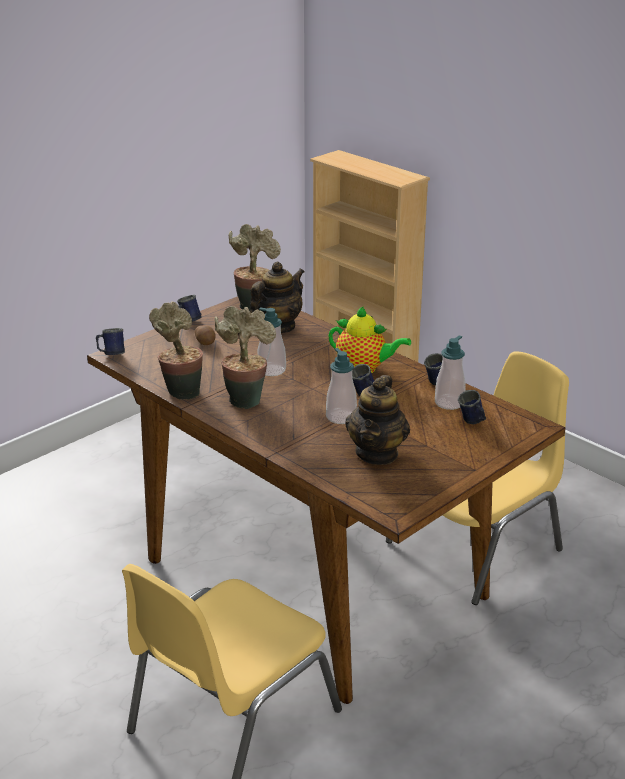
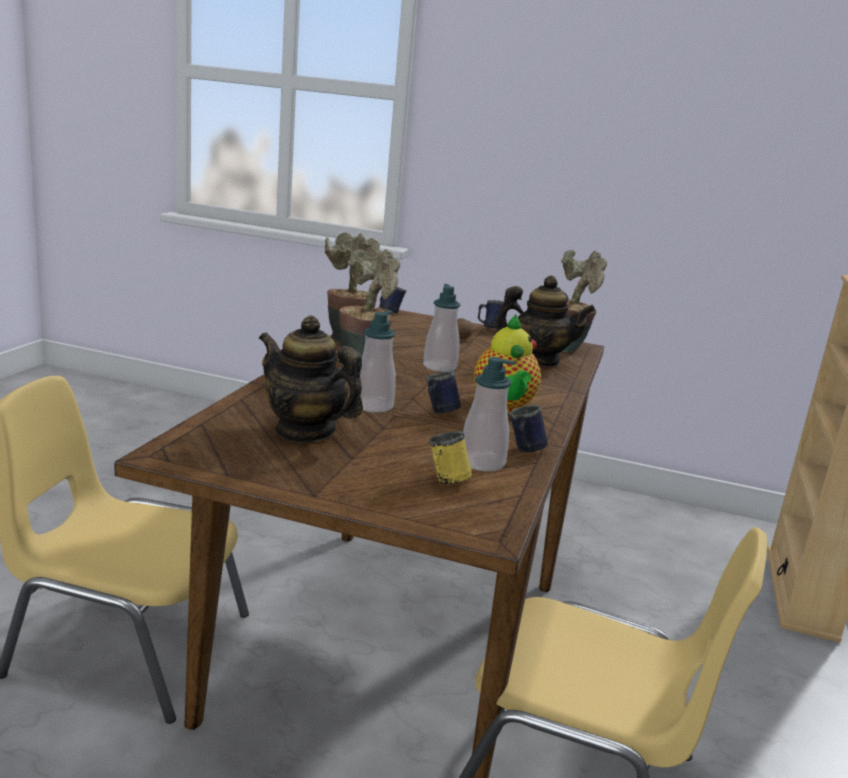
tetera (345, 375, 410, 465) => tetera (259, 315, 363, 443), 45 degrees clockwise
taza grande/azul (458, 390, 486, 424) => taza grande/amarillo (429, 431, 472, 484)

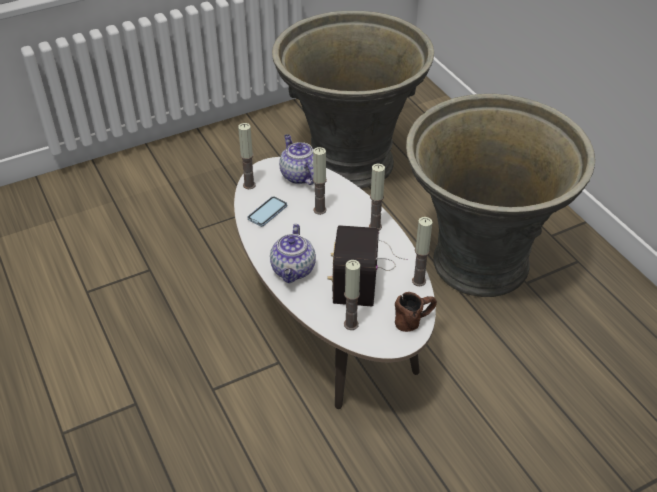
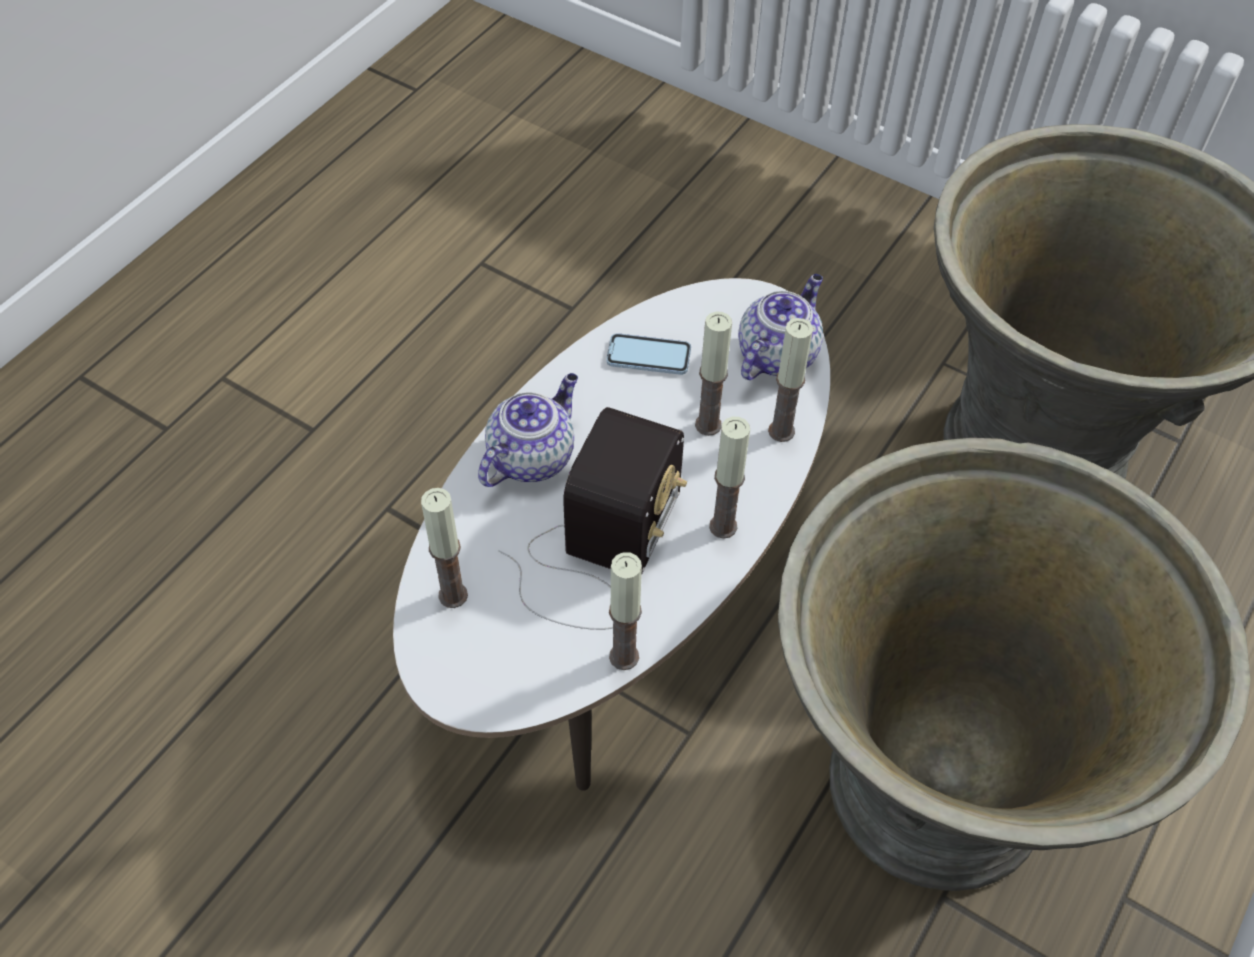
vela (238, 123, 256, 189) => vela (768, 318, 813, 442), moved
tetera (270, 224, 316, 283) => tetera (478, 373, 578, 487), 150 degrees clockwise
radio (327, 225, 408, 306) => radio (498, 407, 687, 630), 135 degrees clockwise
taza grande/marrón (395, 292, 437, 332) => nothing

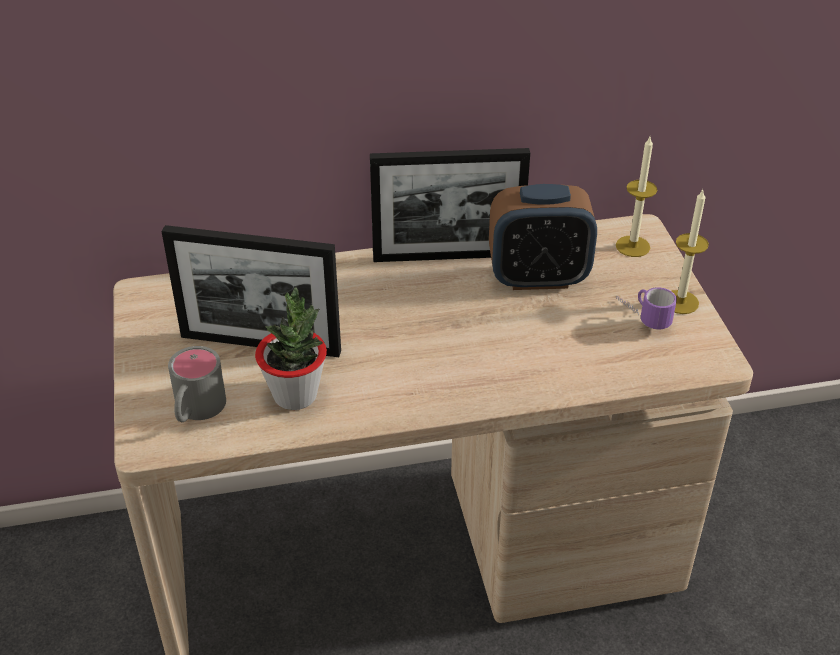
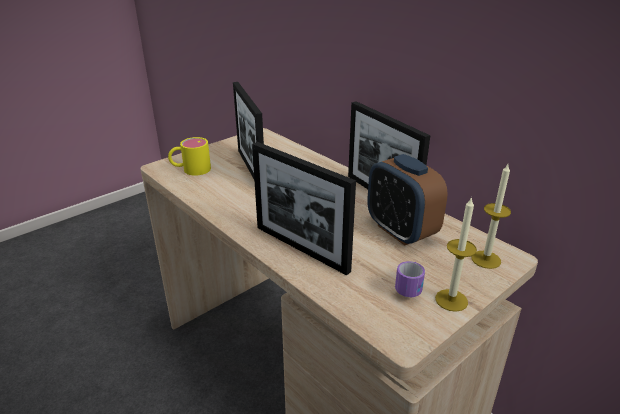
planta en maceta (255, 287, 327, 410) => nothing
taza grande/gris (168, 346, 226, 422) => taza grande/amarillo (168, 137, 211, 176)
nothing => portarretratos (252, 142, 356, 275)

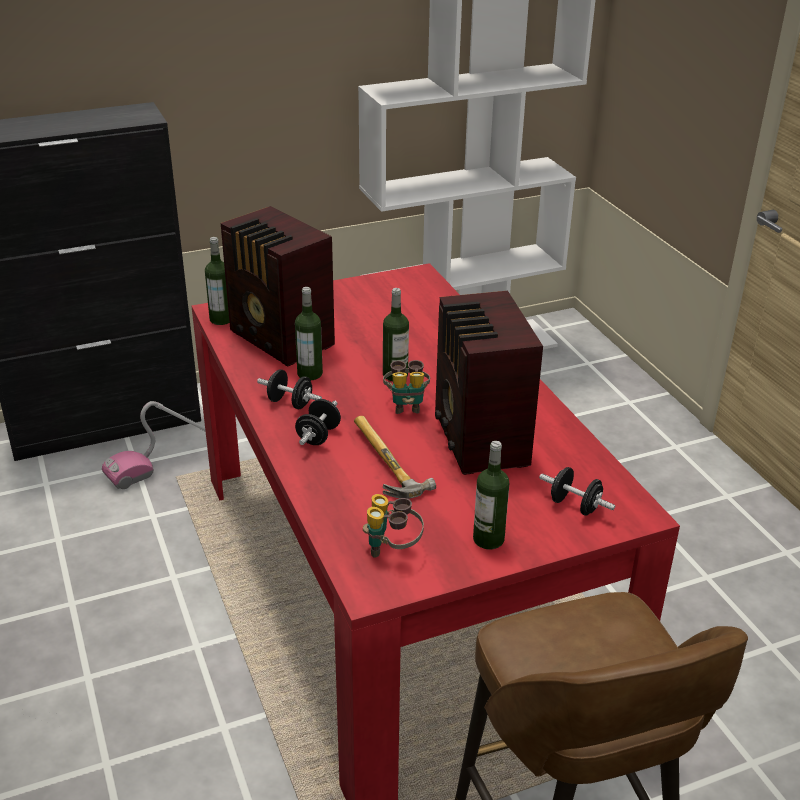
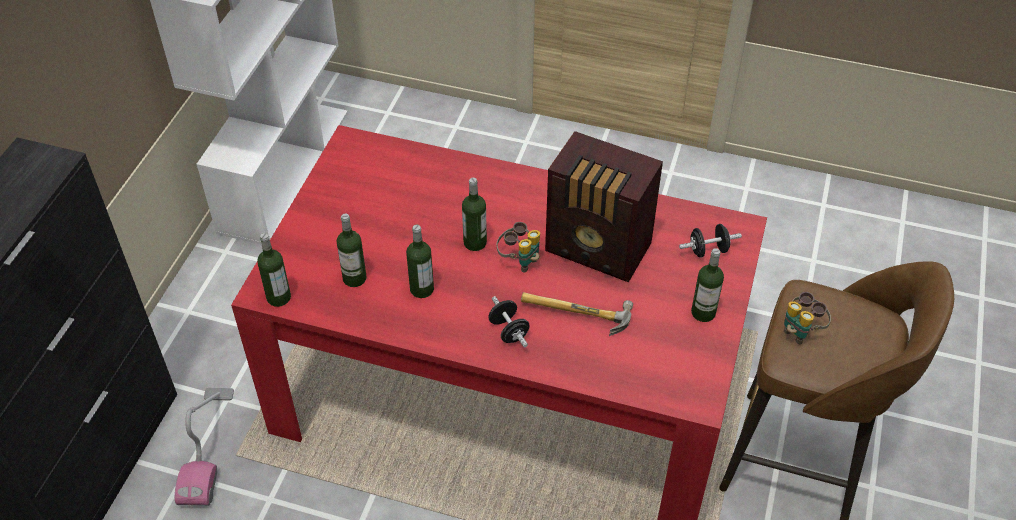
radio (220, 206, 335, 367) => botella (336, 214, 367, 287)
mancuerna/negro (257, 370, 322, 409) => nothing
prismáticos (363, 494, 424, 558) => prismáticos (784, 292, 831, 344), moved

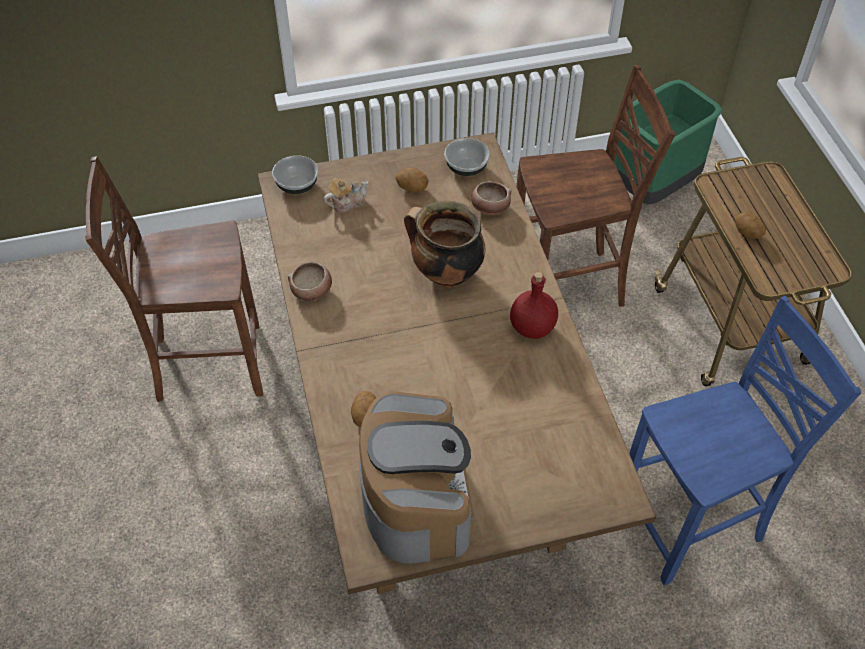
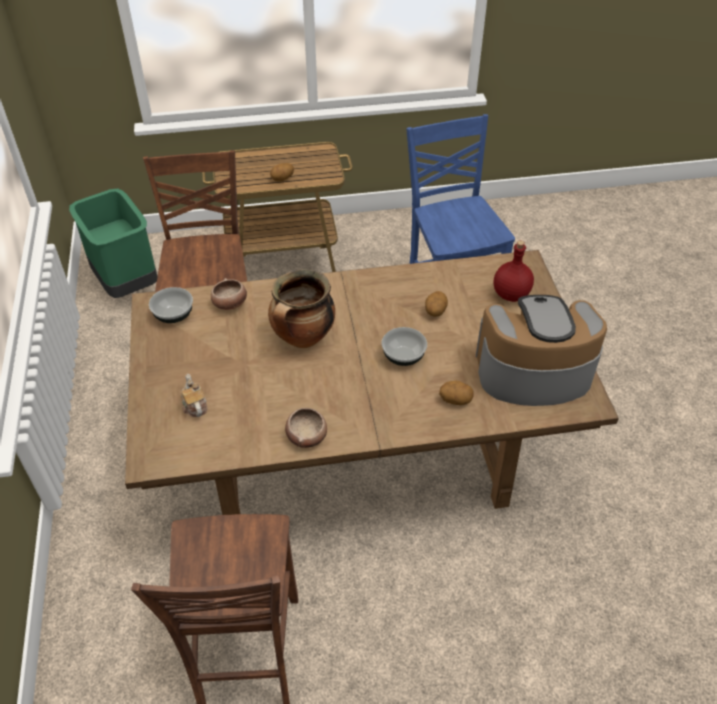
cuenco (272, 155, 318, 194) => cuenco (381, 327, 427, 366), moved
patata (395, 168, 428, 192) => patata (425, 291, 448, 317), moved
botella/rojo (510, 272, 558, 339) => botella/rojo (493, 240, 534, 302), moved

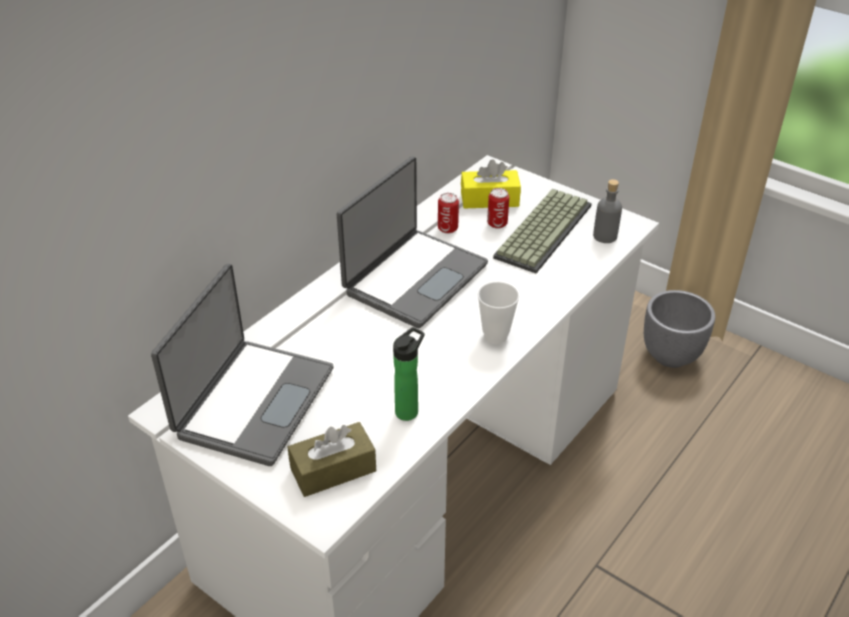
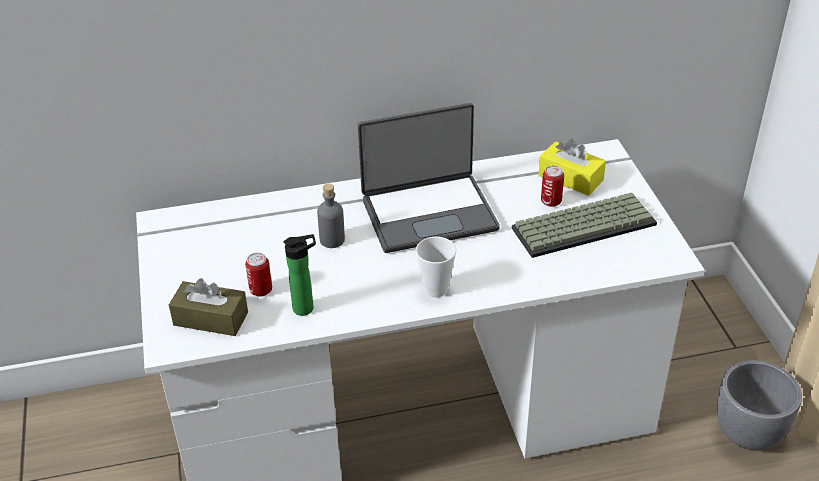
botella/gris (593, 179, 622, 243) => botella/gris (317, 184, 345, 248), moved
lata (438, 193, 459, 234) => lata (245, 253, 272, 297), moved
portátil (151, 264, 333, 466) => nothing

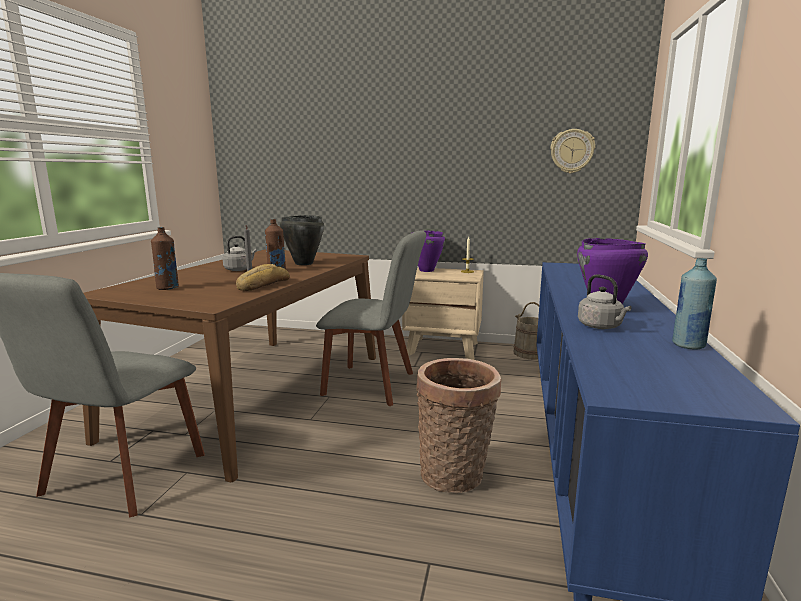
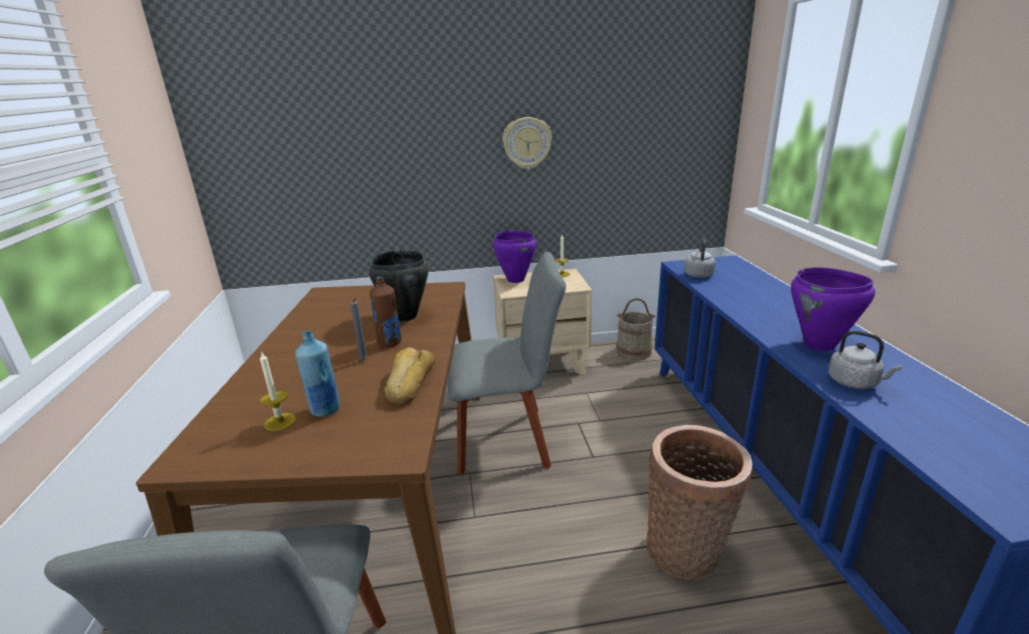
reloj de pared (550, 129, 596, 174) => reloj de pared (503, 117, 552, 170), moved
botella/marrón (151, 227, 179, 290) => vela (260, 351, 296, 431)
hervidor/gris (222, 236, 257, 271) => hervidor/gris (684, 239, 716, 278), moved
botella/azul (672, 258, 717, 350) => botella/azul (295, 331, 340, 417), moved

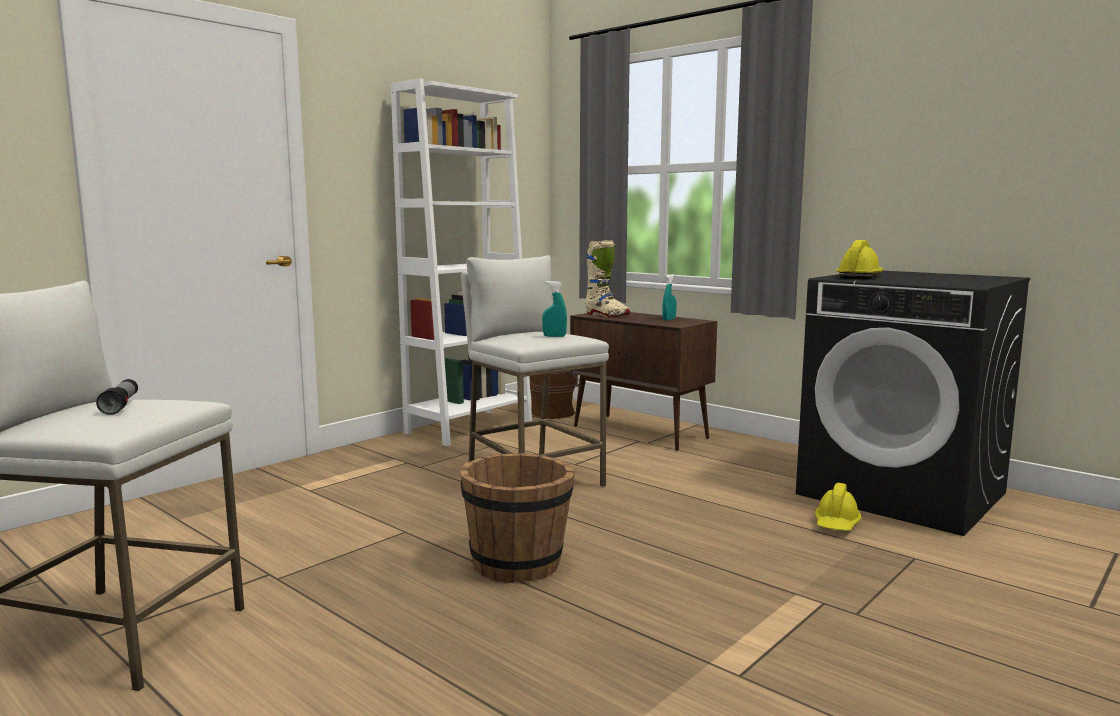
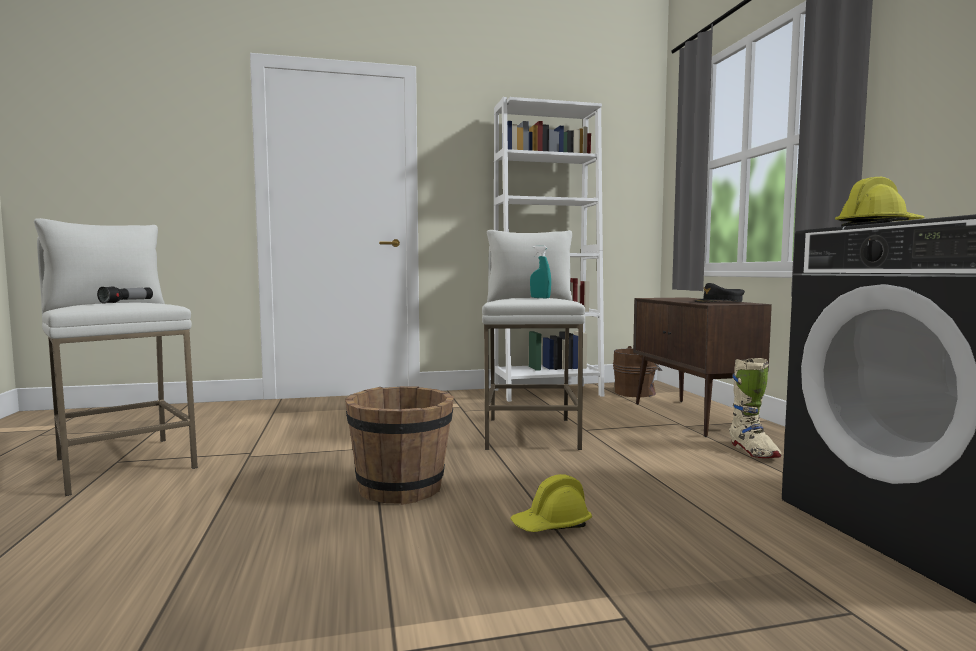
bota/beis (585, 240, 630, 317) => bota/beis (729, 358, 782, 458), moved
pulverizador/turquesa (662, 274, 676, 320) => gorra/negro (695, 283, 745, 302)
casco/amarillo (815, 483, 861, 531) => casco/amarillo (510, 474, 592, 532), moved

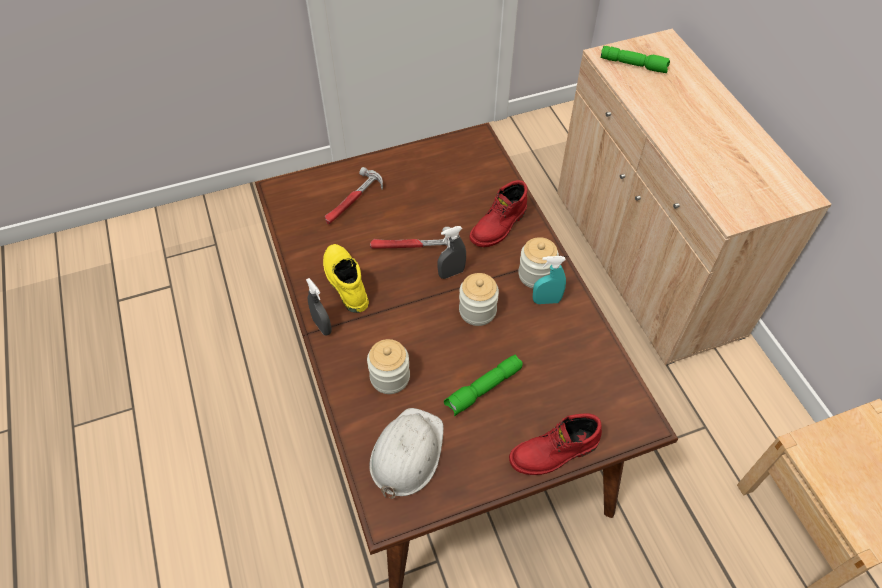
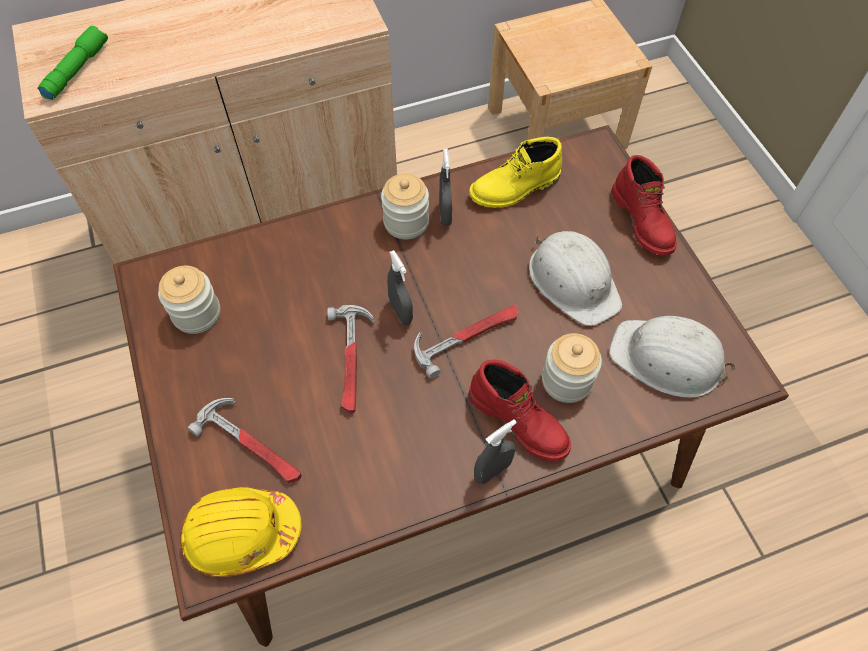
bota/rojo (469, 180, 527, 247) => bota/rojo (469, 360, 571, 461), moved
bota/amarillo (323, 244, 369, 313) => bota/amarillo (469, 137, 562, 208), moved
pulverizador/turquesa (533, 256, 566, 304) => pulverizador/gris (439, 149, 452, 226)
tarro (459, 273, 499, 326) => tarro (158, 266, 221, 334), moved
linterna/verde (444, 355, 523, 416) => casco/blanco (529, 231, 623, 326)
nothing => martillo (414, 305, 518, 379)
nothing => casco/amarillo (180, 487, 301, 577)

